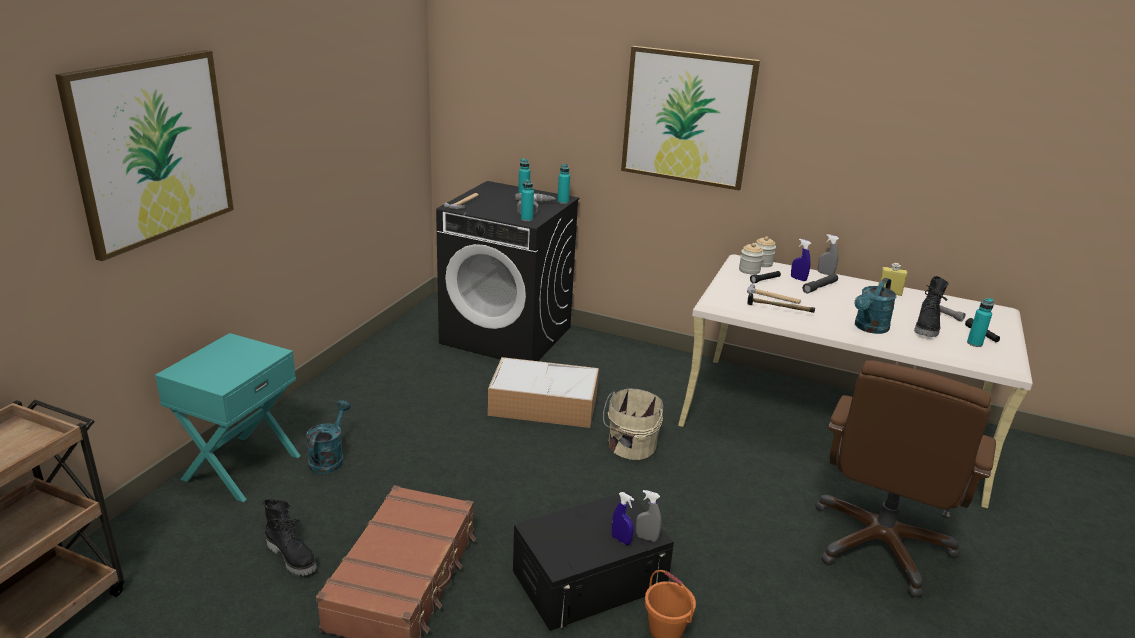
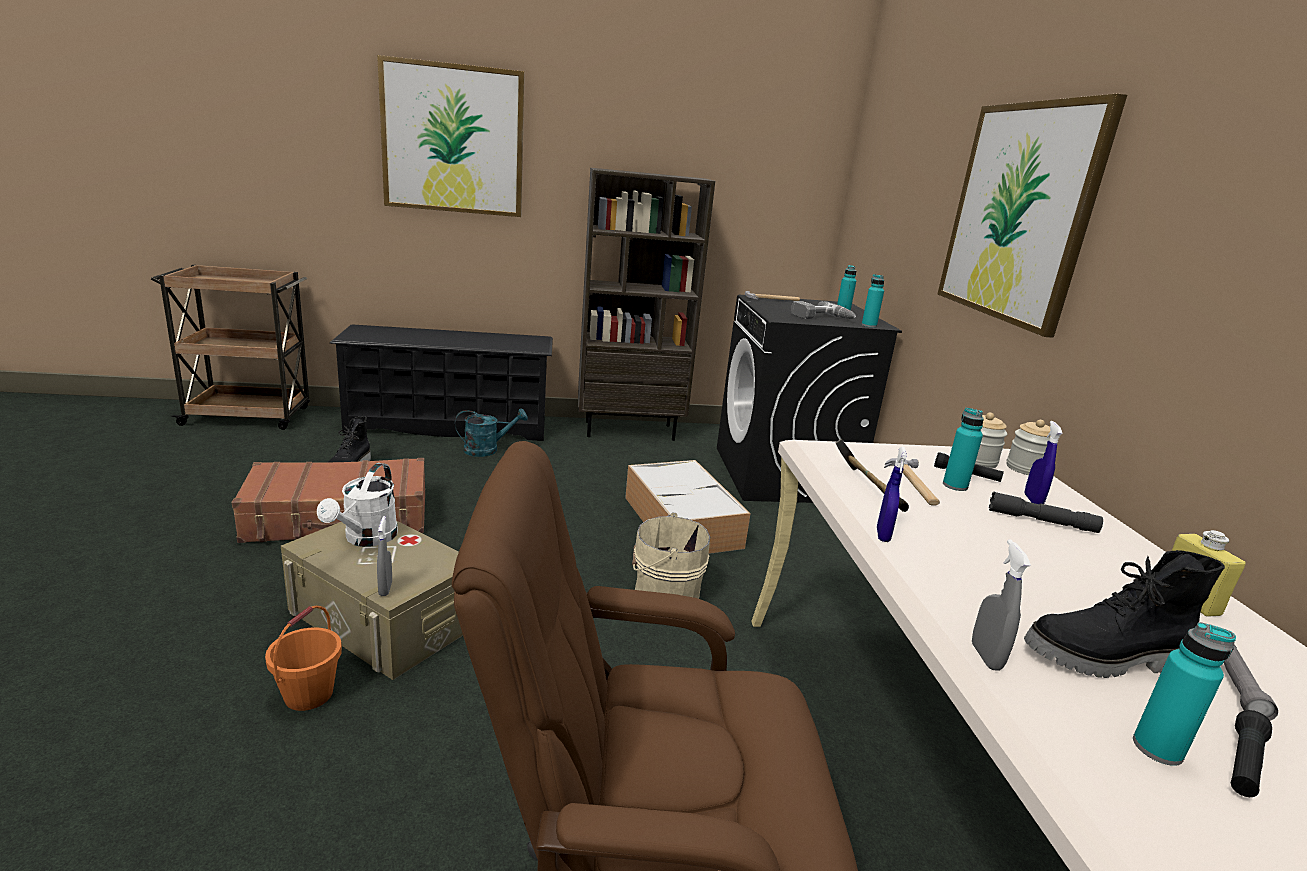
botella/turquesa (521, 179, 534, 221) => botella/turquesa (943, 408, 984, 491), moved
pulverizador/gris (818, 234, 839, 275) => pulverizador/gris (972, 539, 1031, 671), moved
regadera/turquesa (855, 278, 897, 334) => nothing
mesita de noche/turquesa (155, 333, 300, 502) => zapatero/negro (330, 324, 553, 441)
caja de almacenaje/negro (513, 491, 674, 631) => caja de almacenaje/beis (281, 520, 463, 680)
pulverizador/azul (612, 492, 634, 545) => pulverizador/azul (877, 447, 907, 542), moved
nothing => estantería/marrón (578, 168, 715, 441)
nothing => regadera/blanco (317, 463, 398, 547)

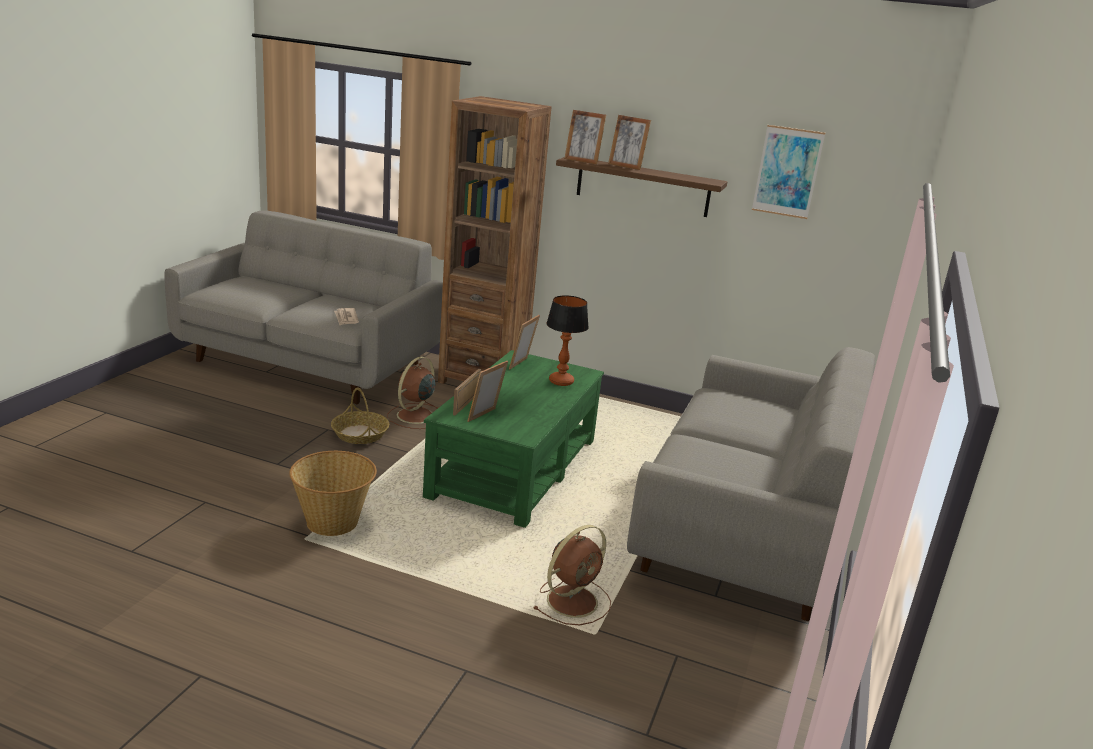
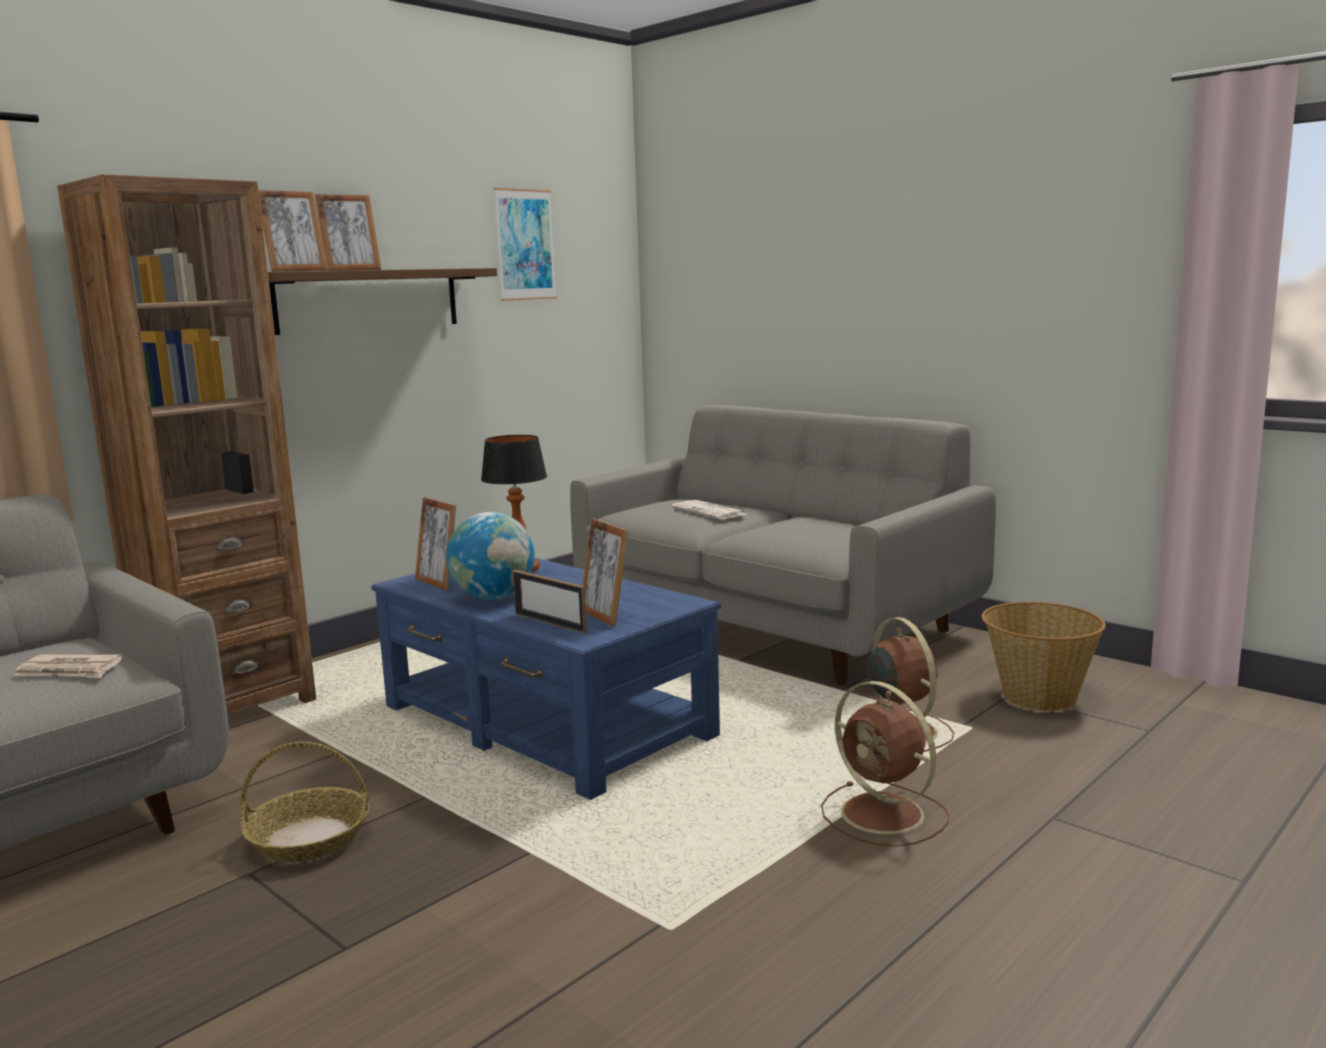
mesa de centro/verde (423, 350, 604, 528) => mesa de centro/azul (371, 558, 721, 800)
ventilador/marrón (387, 357, 439, 429) => ventilador/marrón (821, 681, 949, 847), moved
cesta (289, 451, 377, 536) => cesta (981, 602, 1106, 711), moved
nothing => periódico (671, 500, 747, 520)
nothing => globo terráqueo (446, 512, 535, 600)

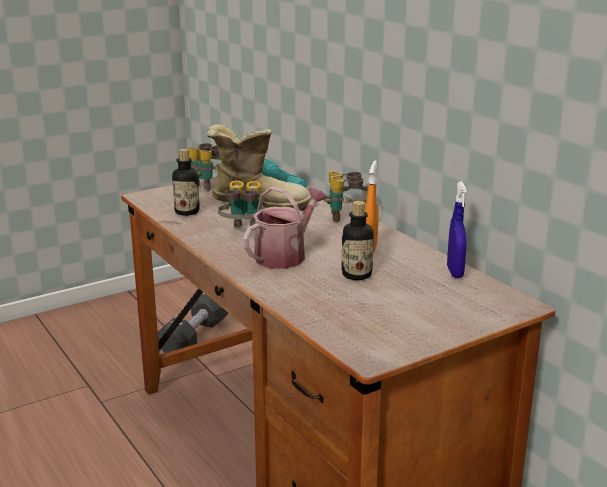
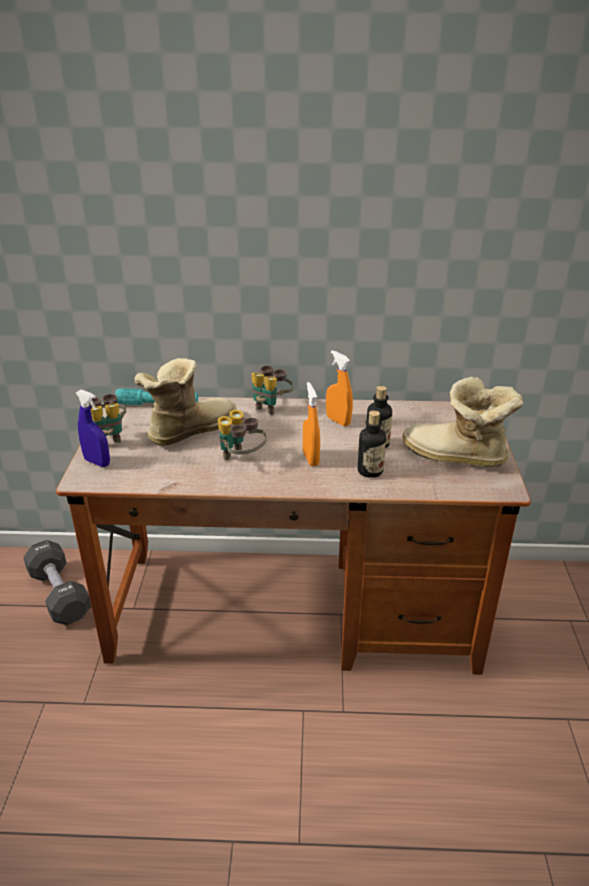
botella (172, 149, 200, 216) => botella (358, 410, 386, 478), moved
pulverizador/azul (447, 181, 467, 278) => pulverizador/azul (76, 389, 110, 467), moved
regadera (243, 186, 327, 269) => pulverizador/naranja (303, 382, 320, 466)
nothing => bota (402, 377, 523, 467)

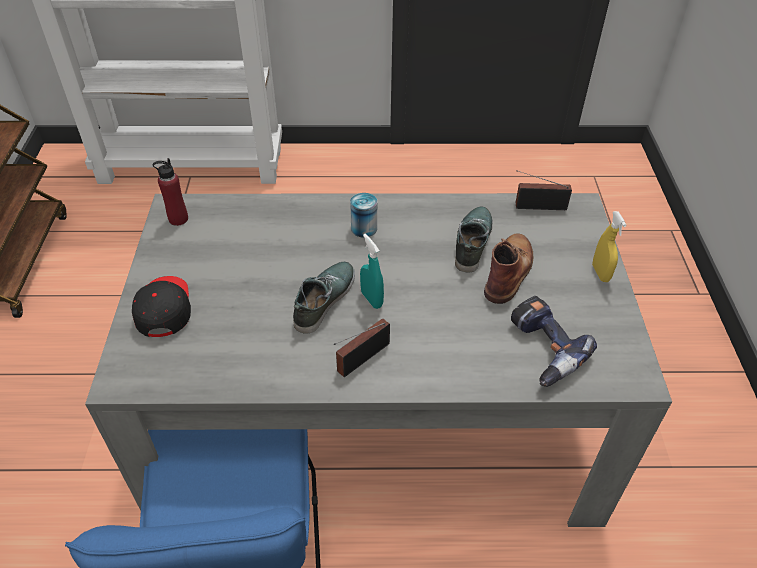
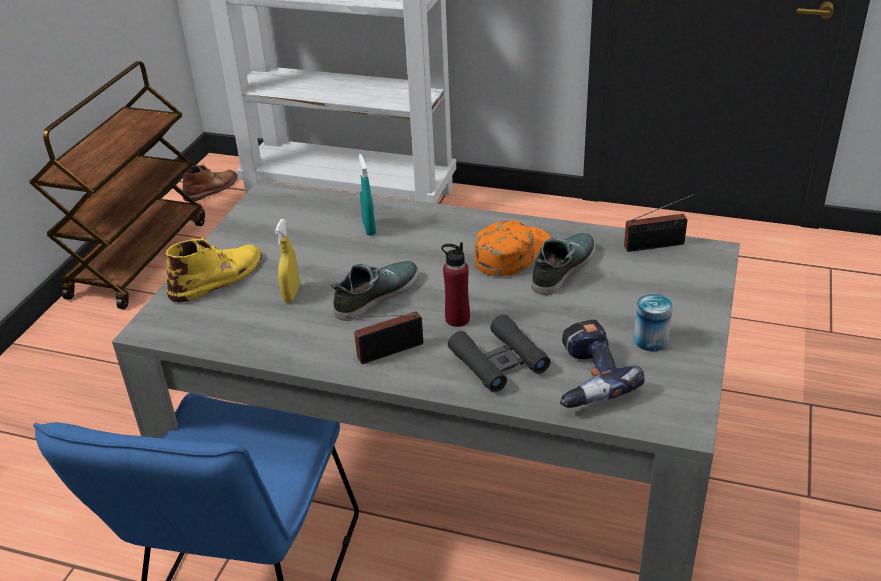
botella/rojo (153, 158, 188, 226) => botella/rojo (441, 242, 470, 327), moved
radio (515, 170, 572, 210) => radio (624, 194, 695, 252), 150 degrees clockwise
lata (350, 193, 377, 237) => lata (634, 294, 673, 351), moved
pulverizador/amarillo (592, 211, 627, 282) => pulverizador/amarillo (274, 219, 300, 302), moved
bota/marrón (484, 233, 534, 304) => bota/marrón (183, 164, 237, 202), moved
pulverizador/turquesa (360, 234, 384, 309) => pulverizador/turquesa (359, 154, 376, 236), moved
gorra/negro (132, 276, 191, 337) => bota/amarillo (166, 237, 262, 302)
nothing => gorra/naranja (474, 221, 551, 276)
nothing => prismáticos/negro (448, 315, 550, 392)

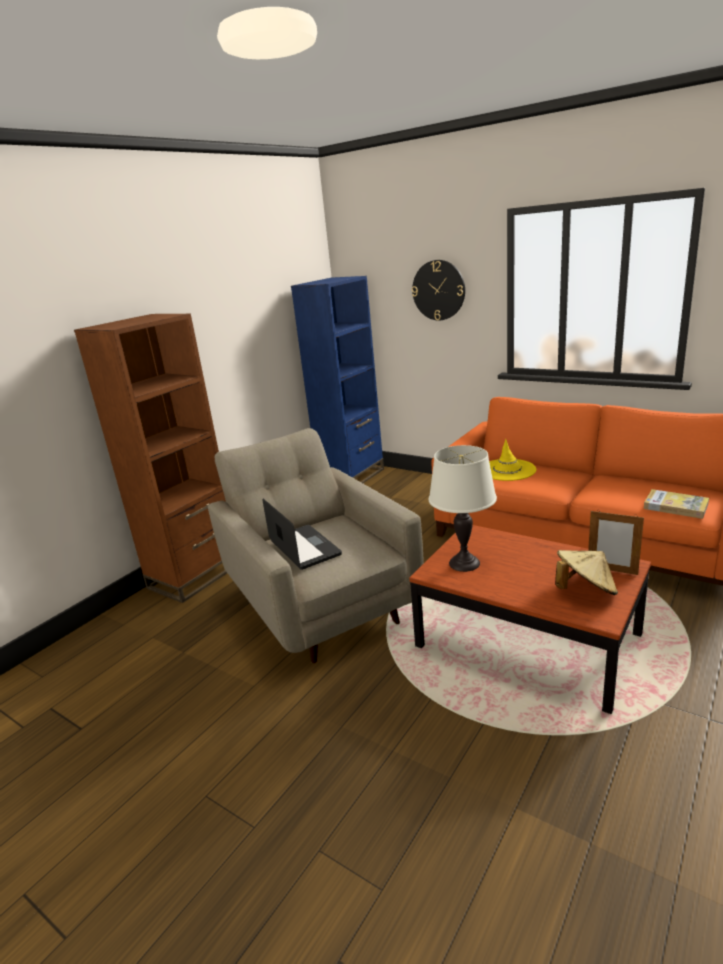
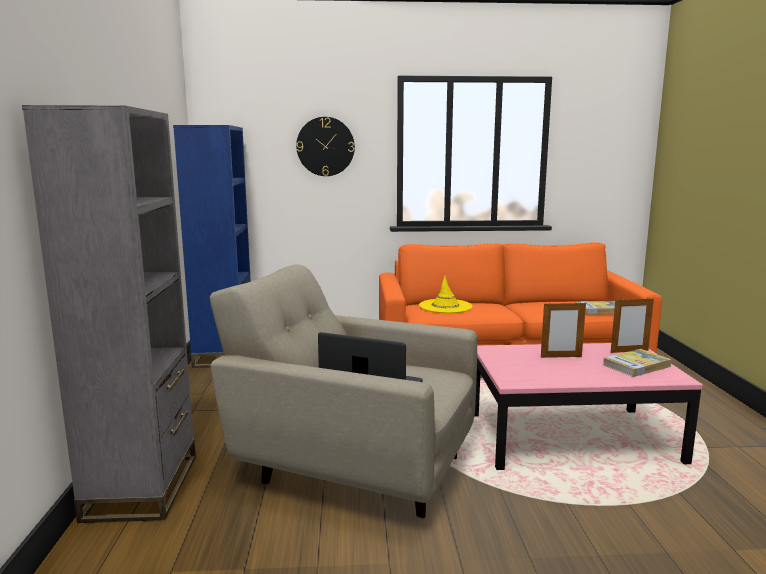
estantería/marrón (74, 314, 227, 603) => estantería/gris (22, 105, 196, 523)
lámpara de mesa/blanco (429, 445, 497, 572) => nothing
mesa de centro/marrón (409, 525, 651, 714) => mesa de centro/rosa (474, 343, 703, 470)
sombrero/beis (555, 550, 618, 595) => libro (603, 349, 672, 377)
nothing => portarretratos (541, 301, 586, 358)

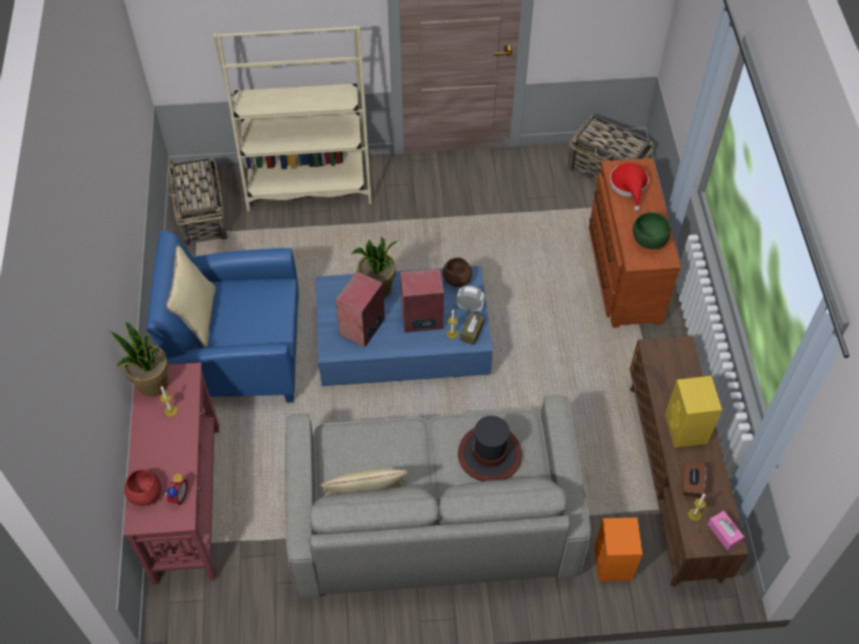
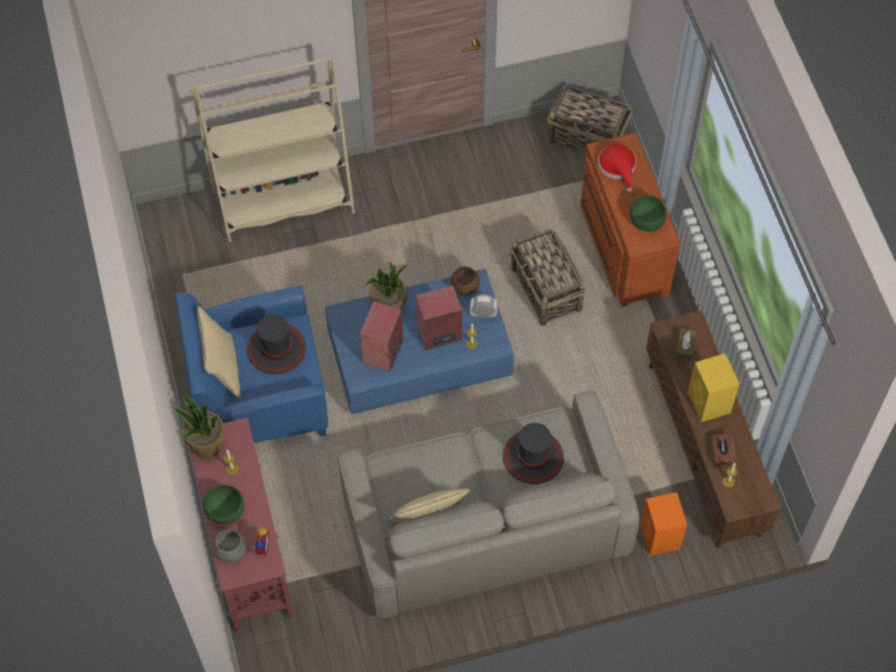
cesta (167, 157, 228, 246) => cesta (510, 229, 586, 326), moved
caja de pañuelos/marrón (460, 312, 484, 345) => caja de pañuelos/marrón (676, 328, 695, 361), moved
cuenco/rojo (125, 469, 161, 506) => cuenco/gris (213, 529, 246, 562)
caja de pañuelos/rosa (708, 511, 744, 550) => nothing
nothing => sombrero (247, 314, 306, 374)
nothing => cuenco/verde (203, 485, 244, 525)

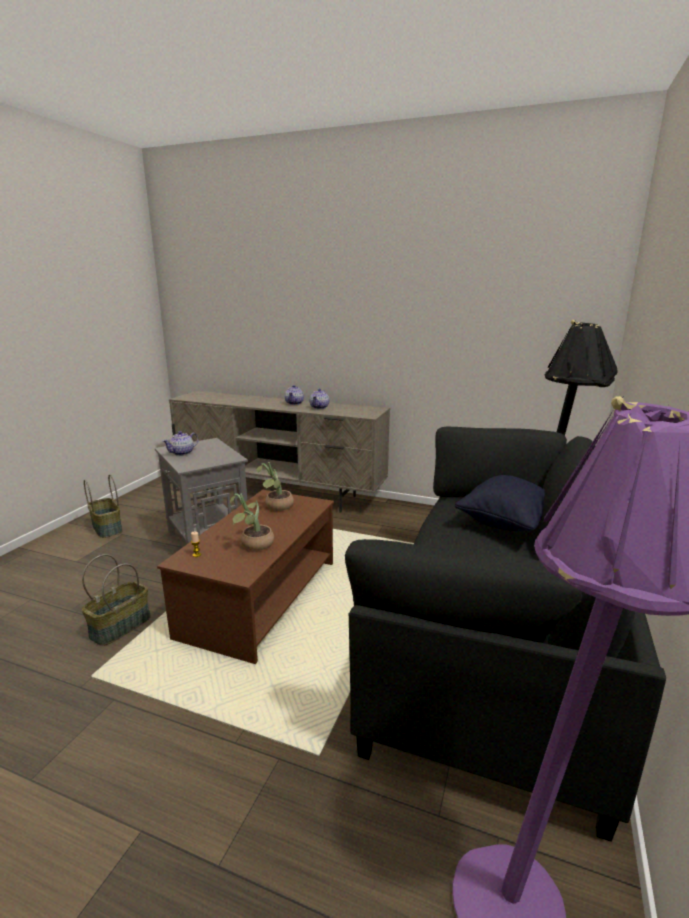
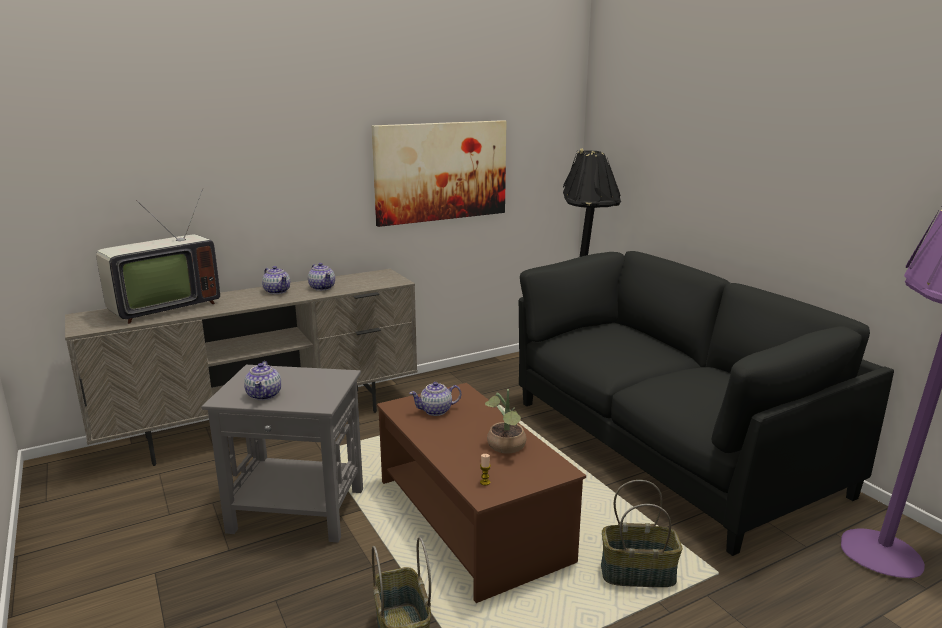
planta en maceta (257, 462, 294, 511) => tetera (409, 382, 461, 416)
cesta (84, 474, 122, 538) => cesta (601, 480, 683, 587), moved
cojín/negro (455, 475, 545, 531) => nothing
nothing => cuadro (372, 120, 506, 227)
nothing => televisor (96, 188, 220, 324)

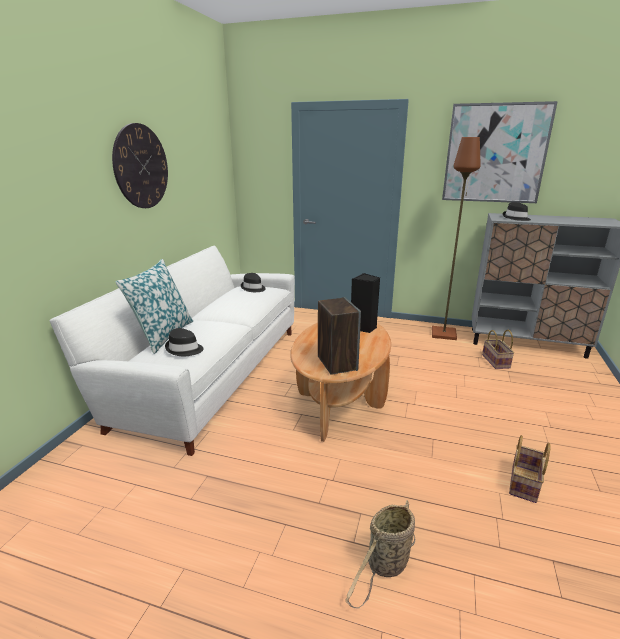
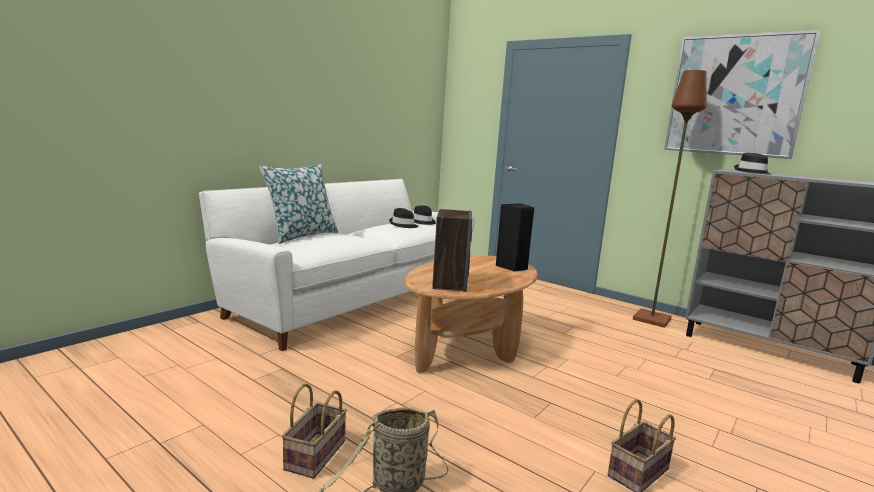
reloj de pared (112, 123, 168, 208) => nothing
sombrero/negro (165, 328, 203, 356) => sombrero/negro (389, 208, 418, 228), moved
cesta (482, 330, 515, 369) => cesta (282, 383, 347, 479), moved

